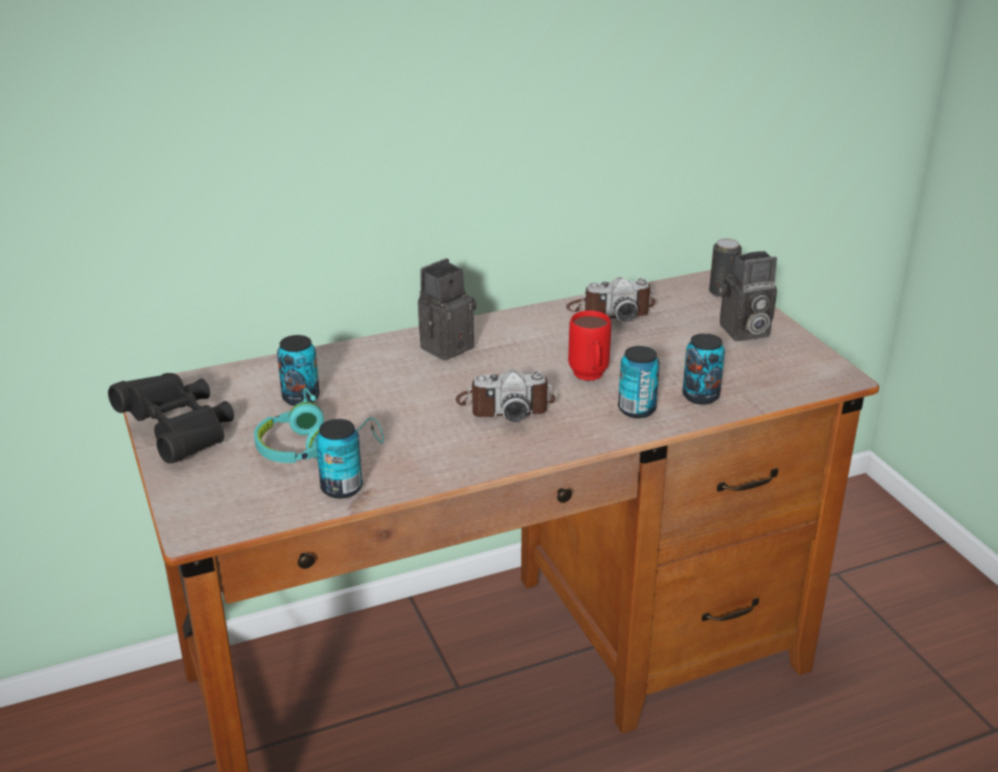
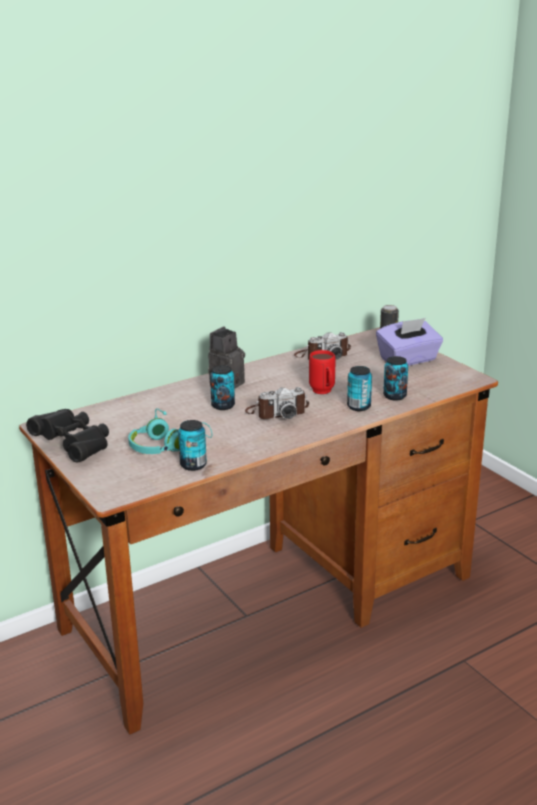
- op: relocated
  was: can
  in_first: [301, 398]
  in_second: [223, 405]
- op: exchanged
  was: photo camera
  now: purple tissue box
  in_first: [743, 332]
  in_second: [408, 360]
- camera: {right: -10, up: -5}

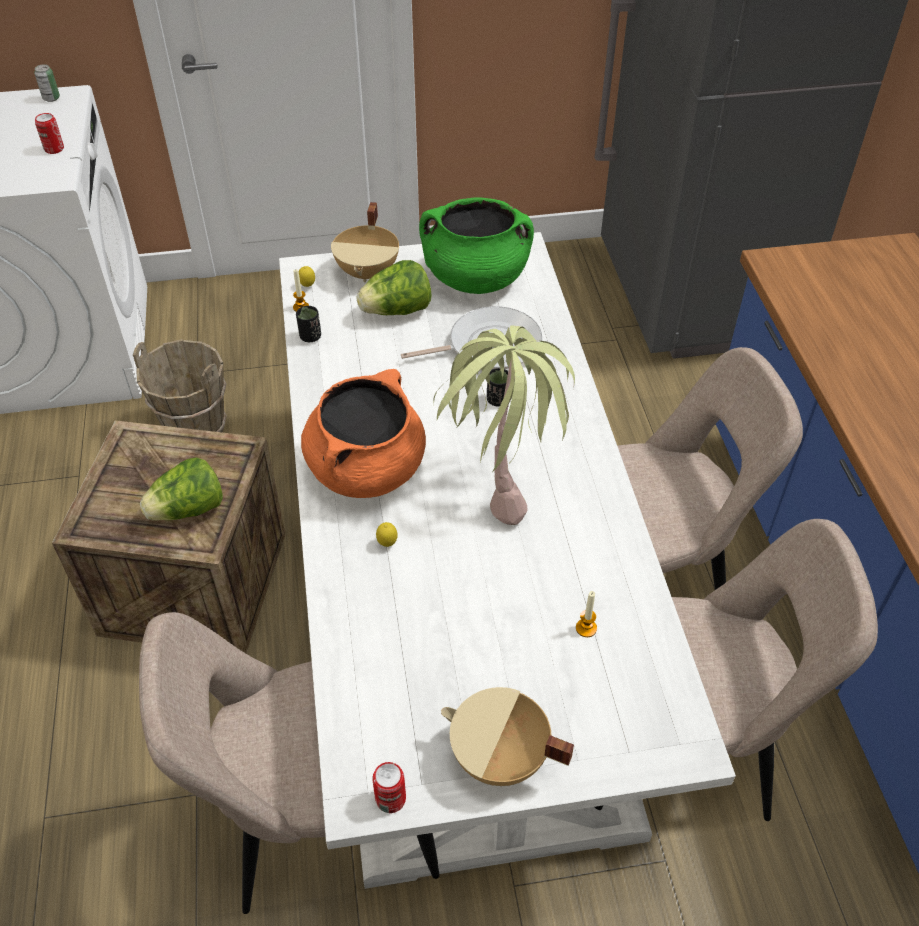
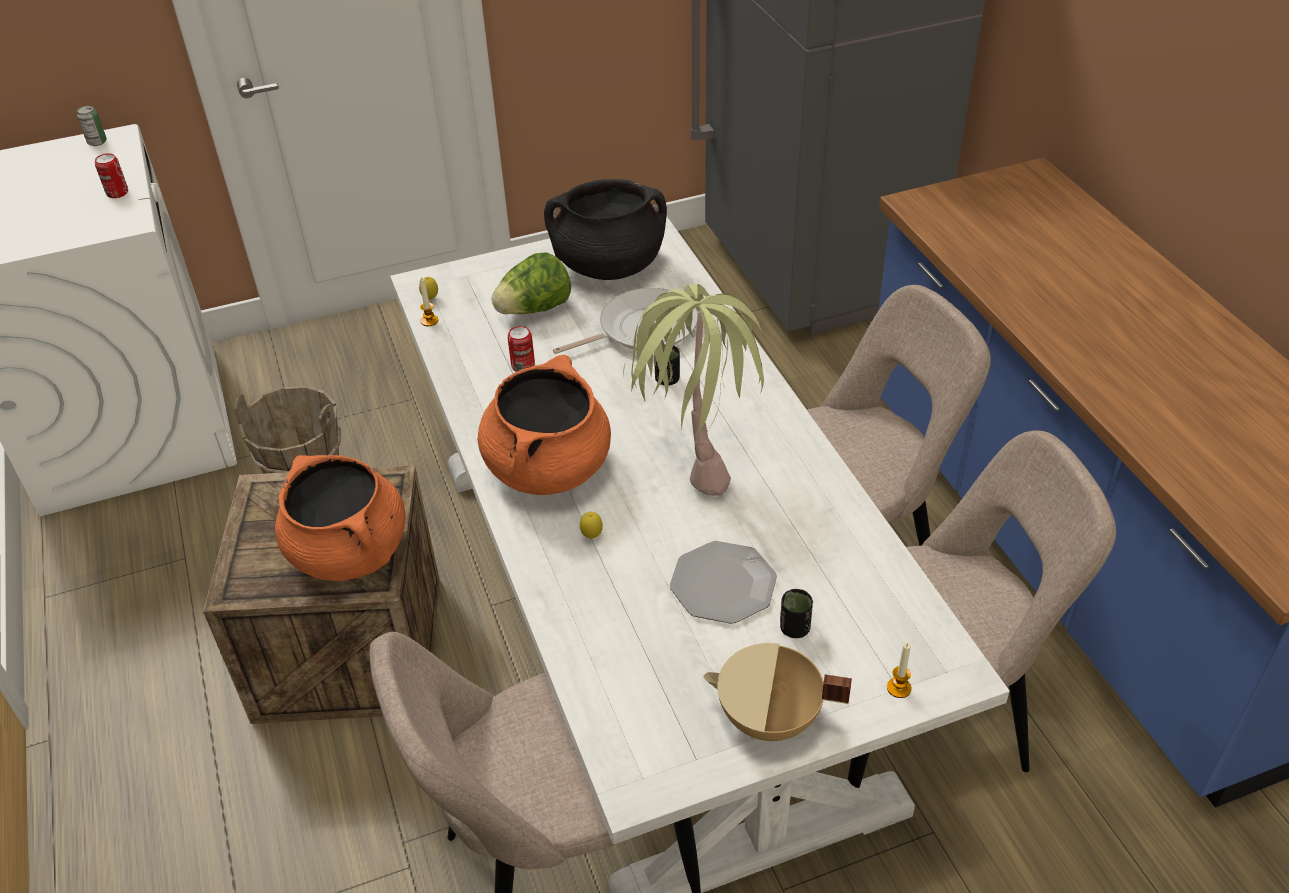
- op: exchanged
  was: lettuce
  now: orange cooking pot
  in_first: [188, 510]
  in_second: [350, 552]
- op: relocated
  was: can
  in_first: [390, 799]
  in_second: [523, 366]
- op: colour
  was: green-coloured cooking pot
  now: black-coloured cooking pot
  in_first: [475, 278]
  in_second: [609, 266]
- op: appeared
  now: flat dish
  in_second: [723, 584]
- op: relocated
  was: black-coloured small cup
  in_first: [310, 337]
  in_second: [794, 628]
- op: relocated
  was: candle
  in_first: [586, 628]
  in_second: [899, 688]
- op: missing
  was: sand-coloured cooking pot
  in_first: [368, 272]
- camera: {right: -10, up: -5}

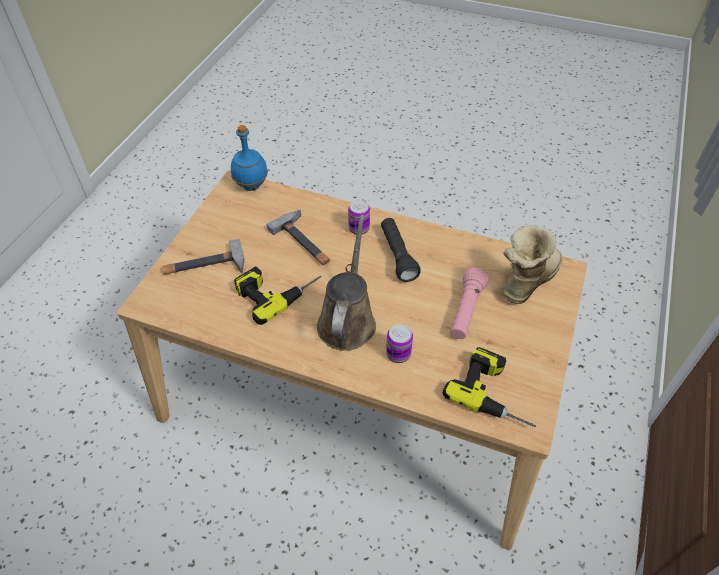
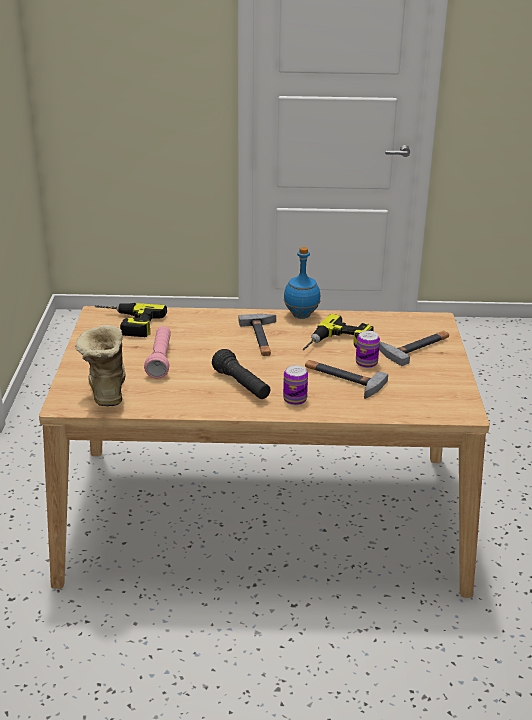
- op: spun
  was: tall boot
  in_first: [525, 280]
  in_second: [105, 390]
  clockwise: 150
- op: exchanged
  was: brown sprinkling can
  now: tool hammer
  in_first: [347, 320]
  in_second: [262, 338]
- op: relocated
  was: blue-coloured bottle
  in_first: [252, 185]
  in_second: [301, 316]
- op: relocated
  was: can
  in_first: [398, 354]
  in_second: [366, 363]
- camera: {right: 160, up: -20}

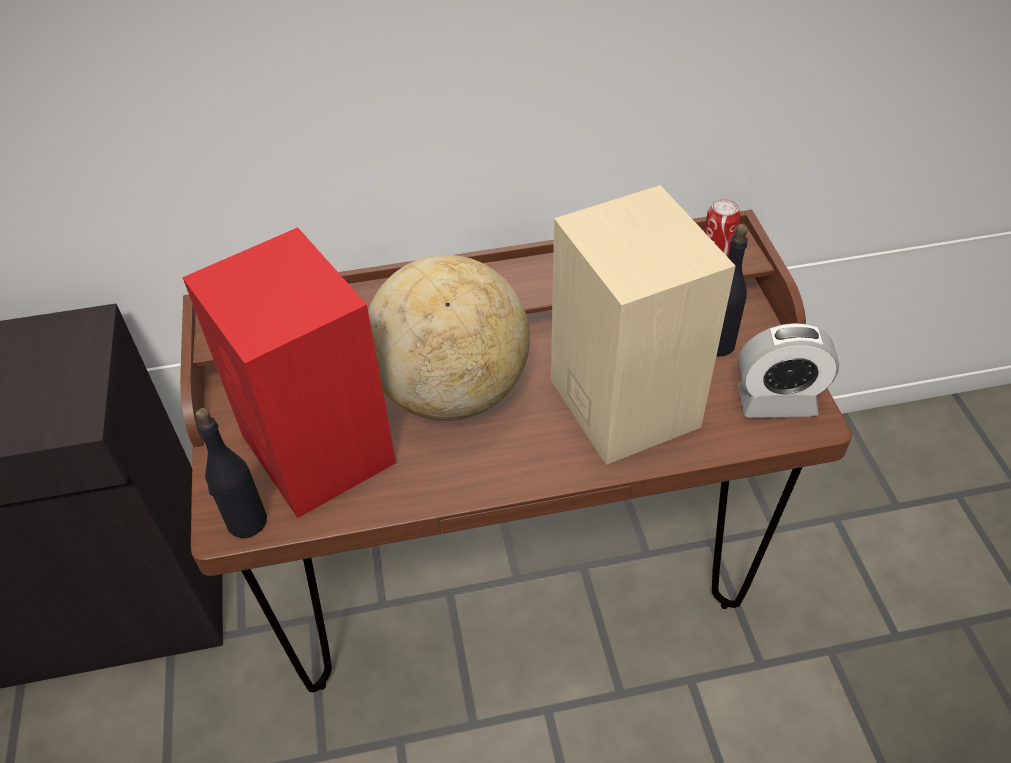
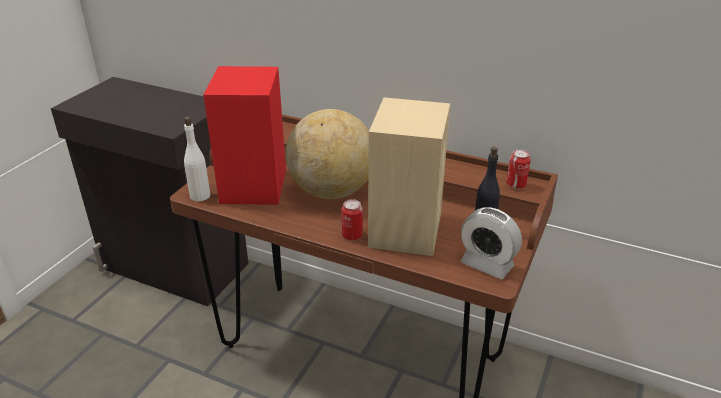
- op: colour
  was: black-coloured bottle
  now: whitish bottle
  in_first: [246, 521]
  in_second: [200, 196]
- op: appeared
  now: can
  in_second: [352, 235]
- camera: {right: 35, up: -15}

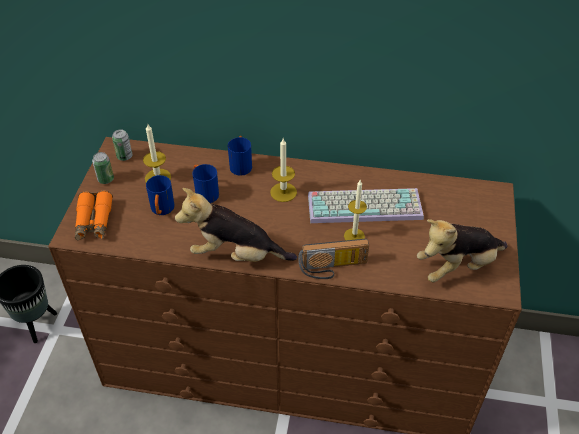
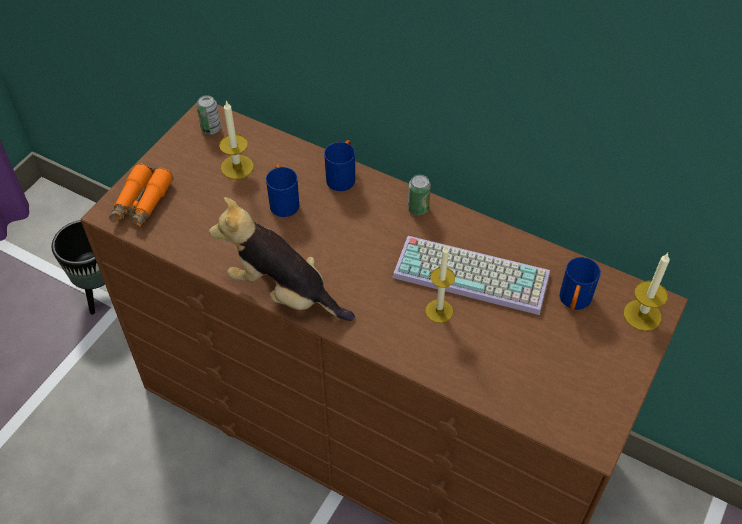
- op: relocated
  was: can
  in_first: [106, 179]
  in_second: [418, 208]
- op: relocated
  was: blue-coloured coffee mug
  in_first: [162, 211]
  in_second: [573, 302]
- op: relocated
  was: candle
  in_first: [283, 192]
  in_second: [642, 315]
- op: missing
  was: radio receiver
  in_first: [333, 268]
- op: missing
  was: soft toy
  in_first: [457, 266]
- camera: {right: 20, up: 5}

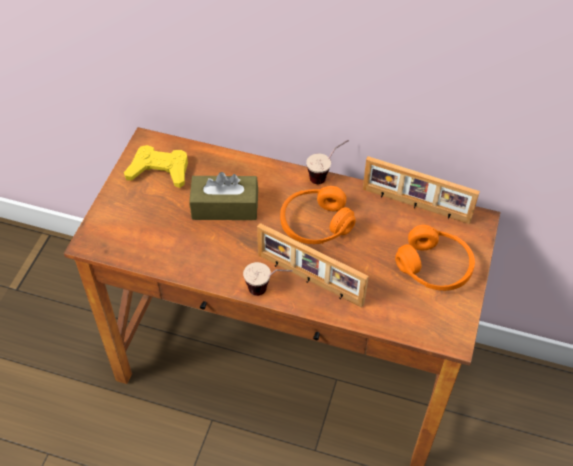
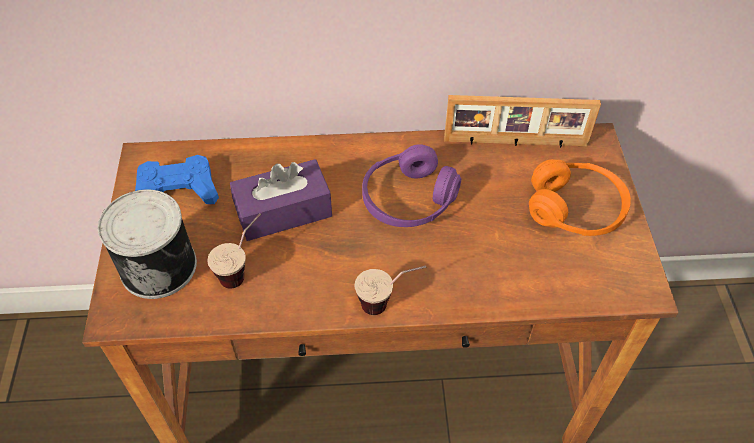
- op: appeared
  now: can
  in_second: [159, 265]
- op: colour
  was: yellowish joypad
  now: blue-coloured joypad
  in_first: [159, 171]
  in_second: [176, 190]
- op: relocated
  was: small cup
  in_first: [326, 175]
  in_second: [243, 269]
- op: colour
  was: brown tissue box
  now: purple tissue box
  in_first: [225, 207]
  in_second: [283, 211]
- op: colour
  was: orange headset
  now: purple headset
  in_first: [315, 224]
  in_second: [408, 199]
- op: missing
  was: standing frame
  in_first: [309, 280]
- camera: {right: -20, up: 0}

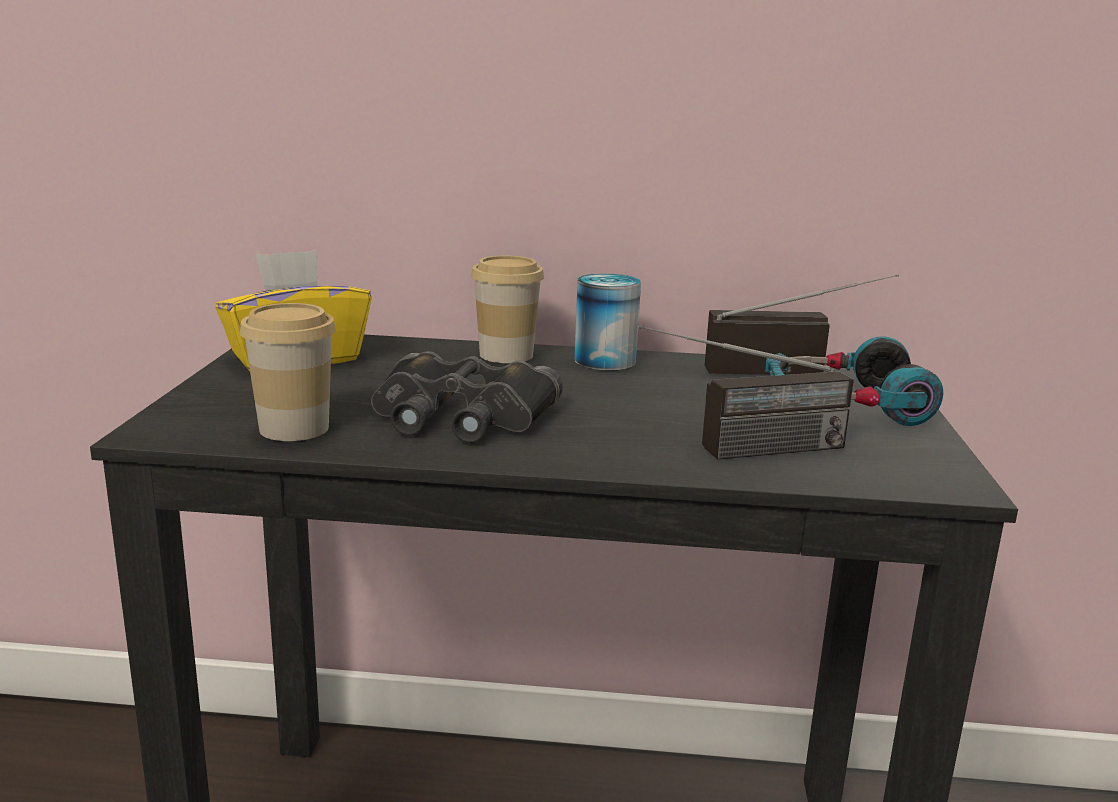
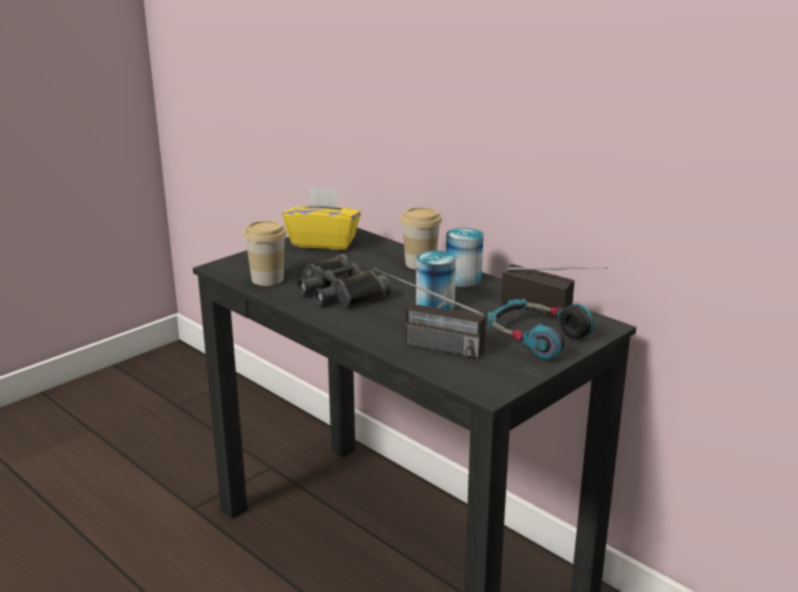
- op: appeared
  now: can
  in_second: [435, 305]
- camera: {right: 40, up: 5}

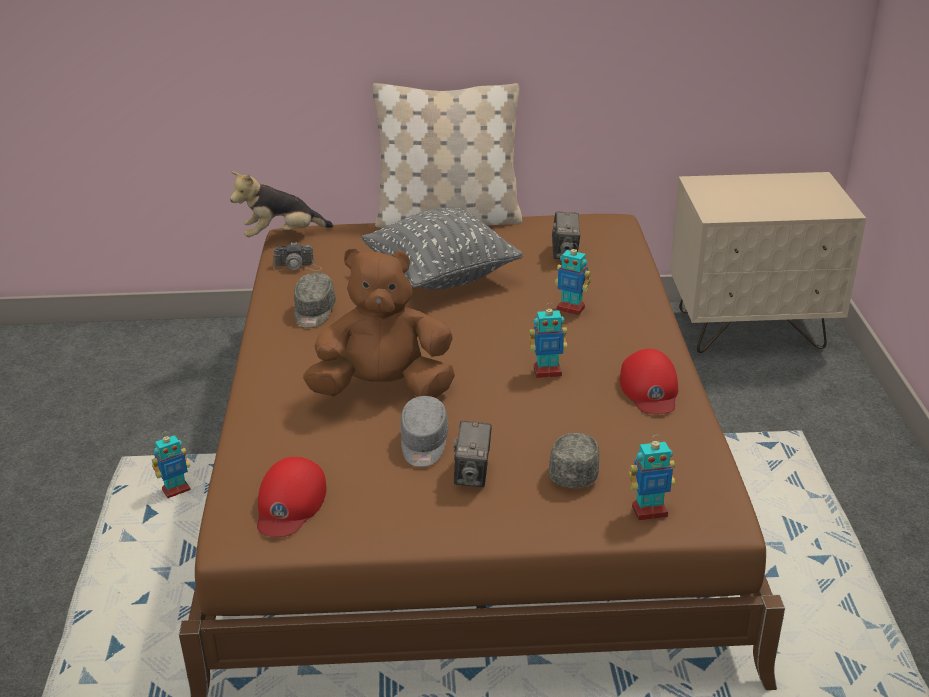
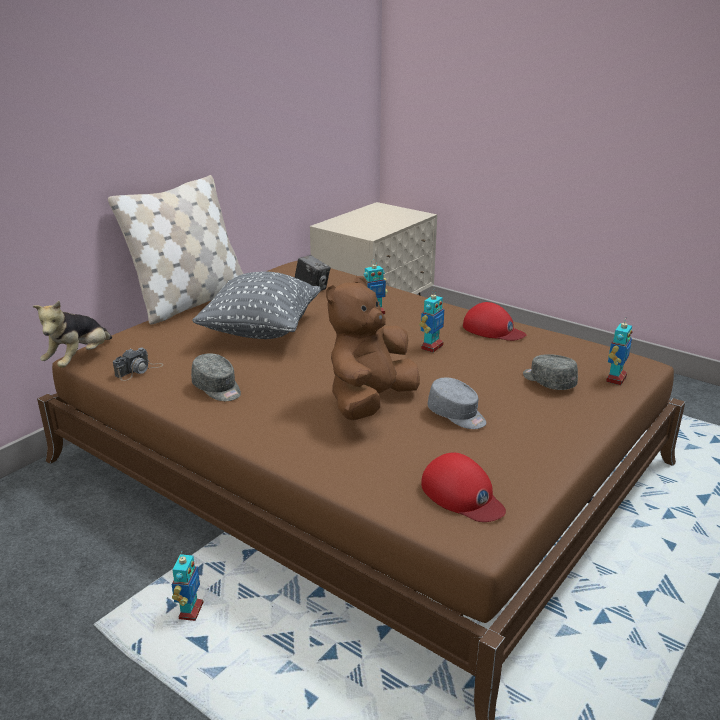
- op: missing
  was: photo camera
  in_first: [472, 474]
- camera: {right: -50, up: -5}

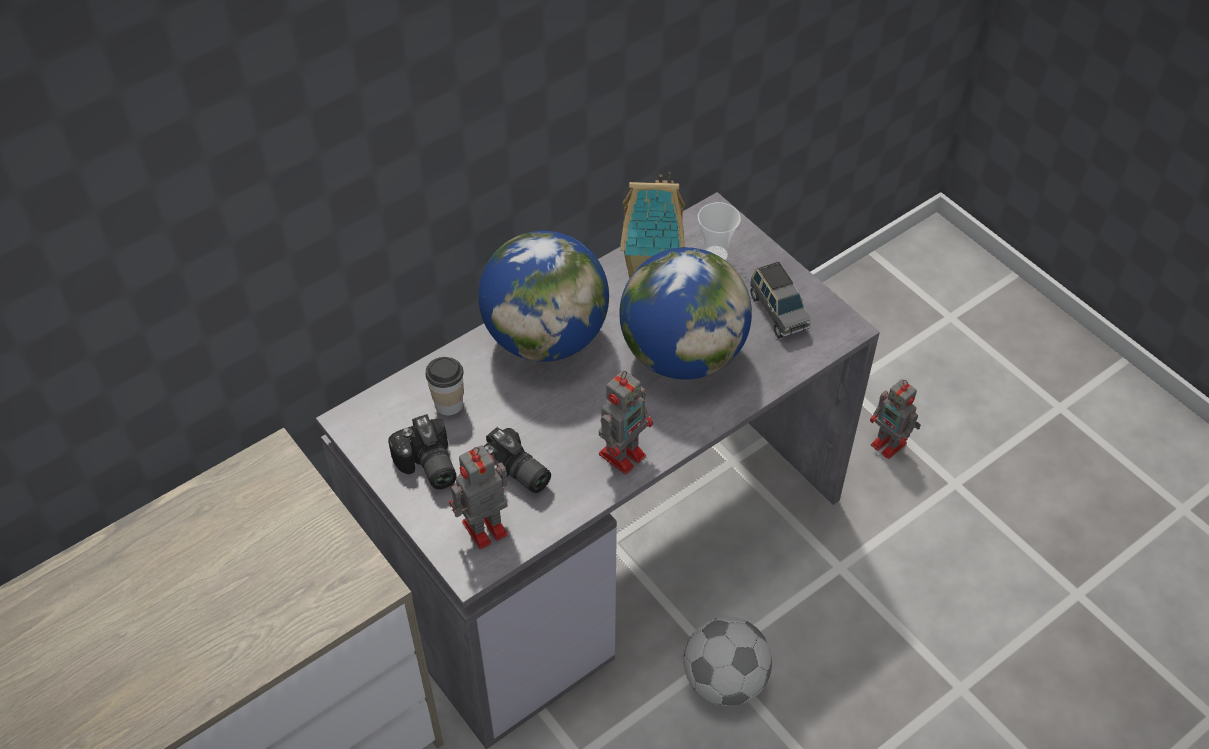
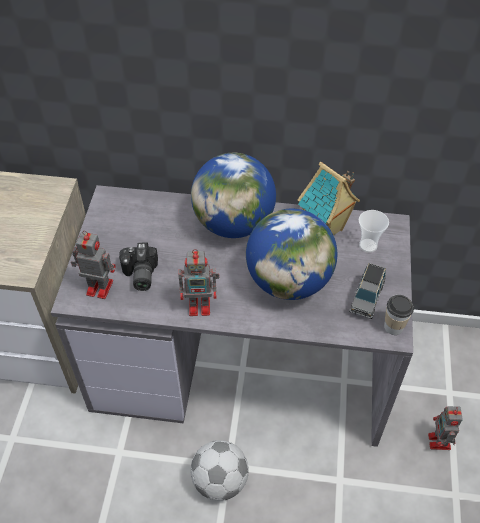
- op: relocated
  was: small cup
  in_first: [449, 404]
  in_second: [393, 326]
- op: missing
  was: photo camera
  in_first: [427, 467]
- camera: {right: 45, up: 0}

